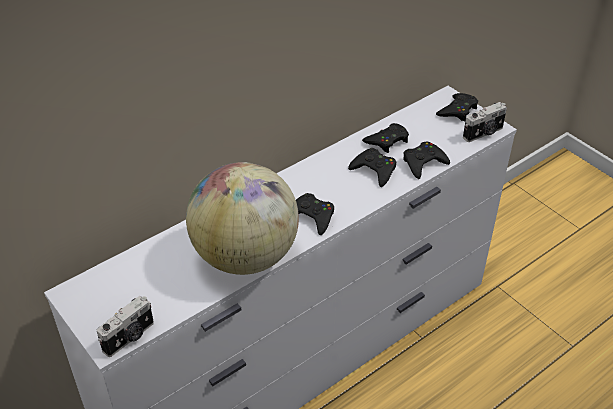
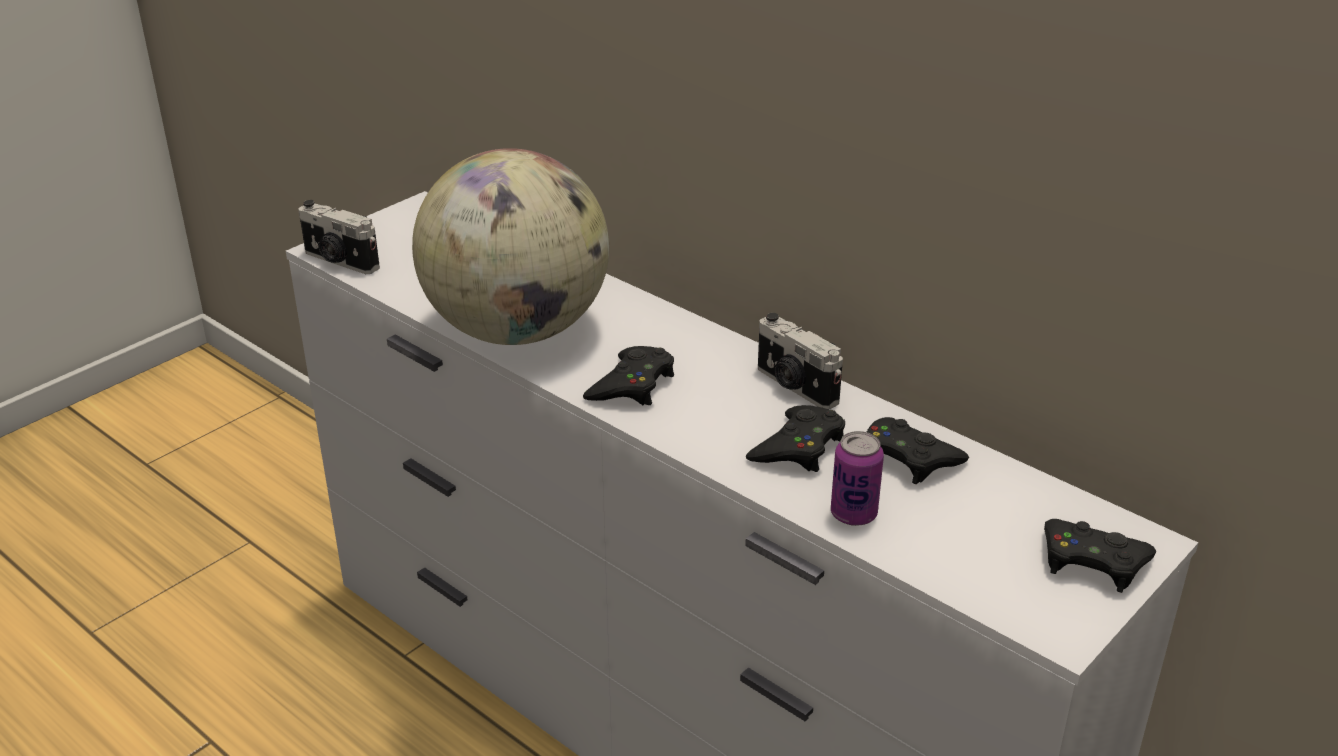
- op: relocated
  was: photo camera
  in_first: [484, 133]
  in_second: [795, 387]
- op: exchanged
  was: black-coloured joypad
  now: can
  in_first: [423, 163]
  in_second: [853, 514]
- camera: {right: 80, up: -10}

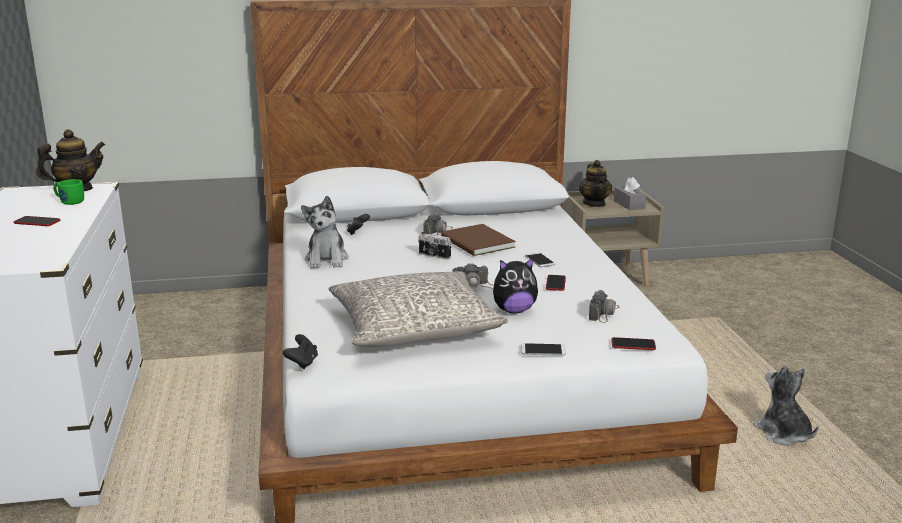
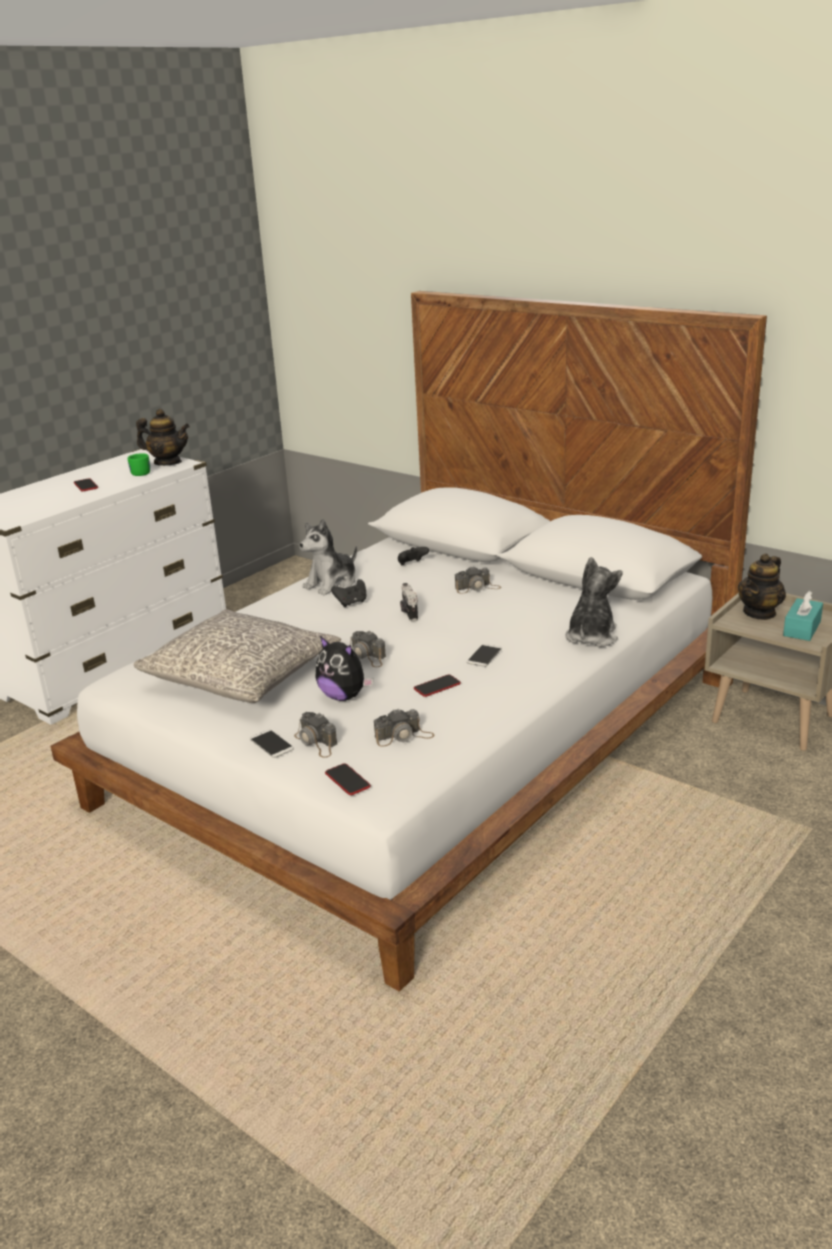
- op: appeared
  now: photo camera
  in_second: [316, 742]
- op: relocated
  was: black-coloured joypad
  in_first: [302, 363]
  in_second: [351, 603]
- op: relocated
  was: soft toy
  in_first: [783, 434]
  in_second: [591, 636]
- op: colour
  was: grey tissue box
  now: turquoise tissue box
  in_first: [629, 204]
  in_second: [802, 628]
- op: missing
  was: brown book
  in_first: [477, 243]
- camera: {right: 50, up: 5}

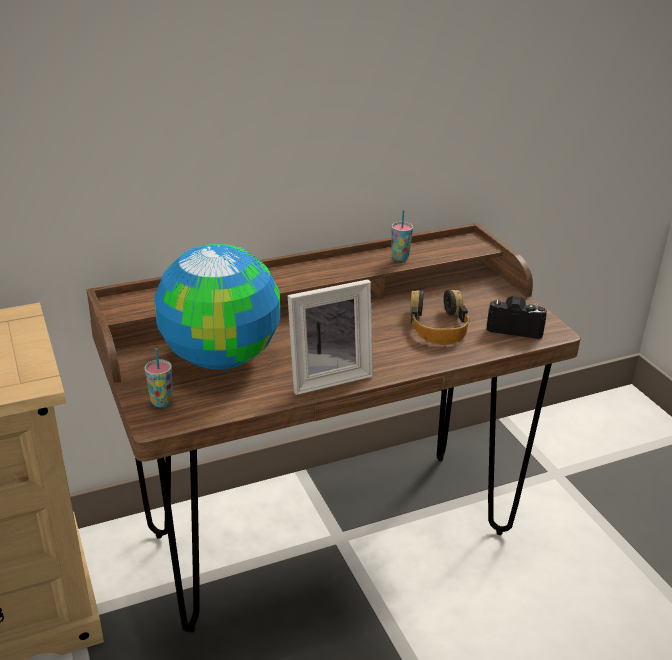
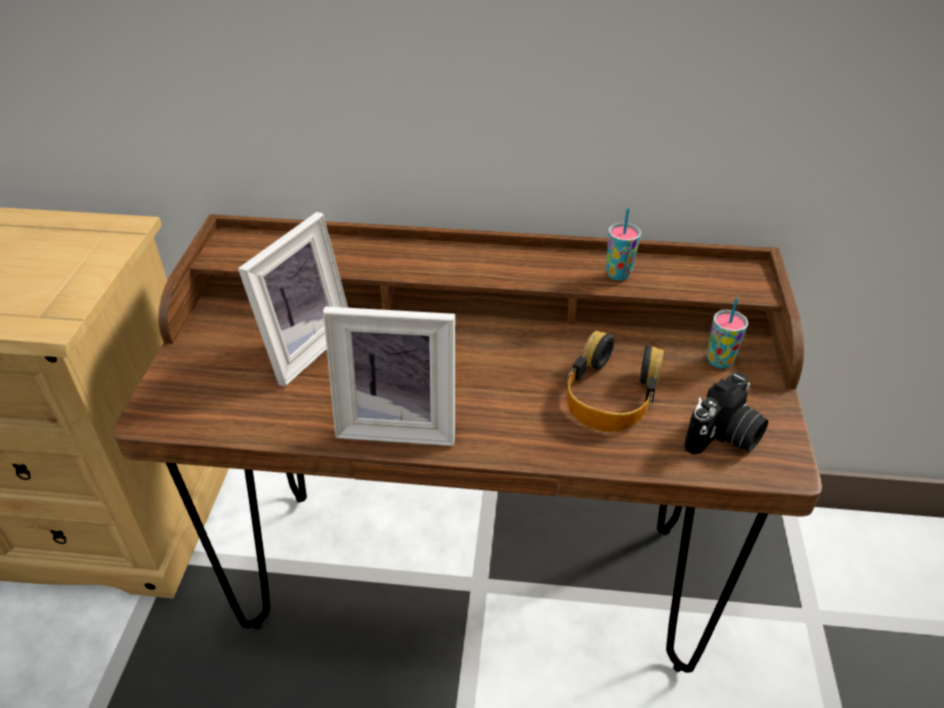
- op: exchanged
  was: globe
  now: standing frame
  in_first: [220, 357]
  in_second: [301, 347]
- op: spun
  was: photo camera
  in_first: [515, 328]
  in_second: [724, 437]
  clockwise: 90
- op: relocated
  was: small cup
  in_first: [161, 402]
  in_second: [719, 361]
- camera: {right: 30, up: 10}

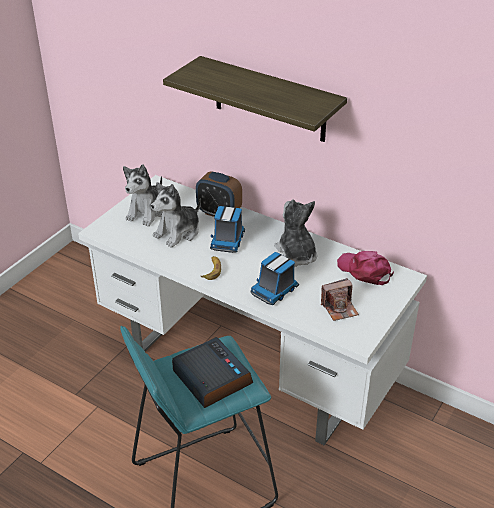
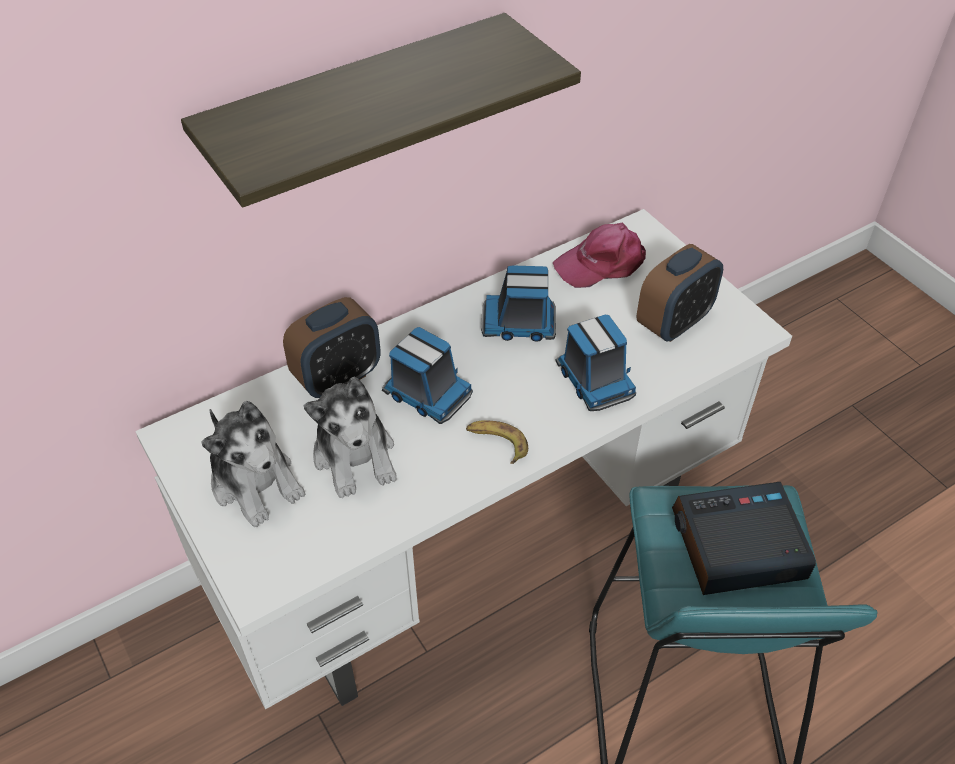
- op: exchanged
  was: soft toy
  now: model truck
  in_first: [296, 255]
  in_second: [520, 323]
- op: exchanged
  was: photo camera
  now: bedside clock
  in_first: [339, 308]
  in_second: [673, 323]
- camera: {right: -65, up: 10}

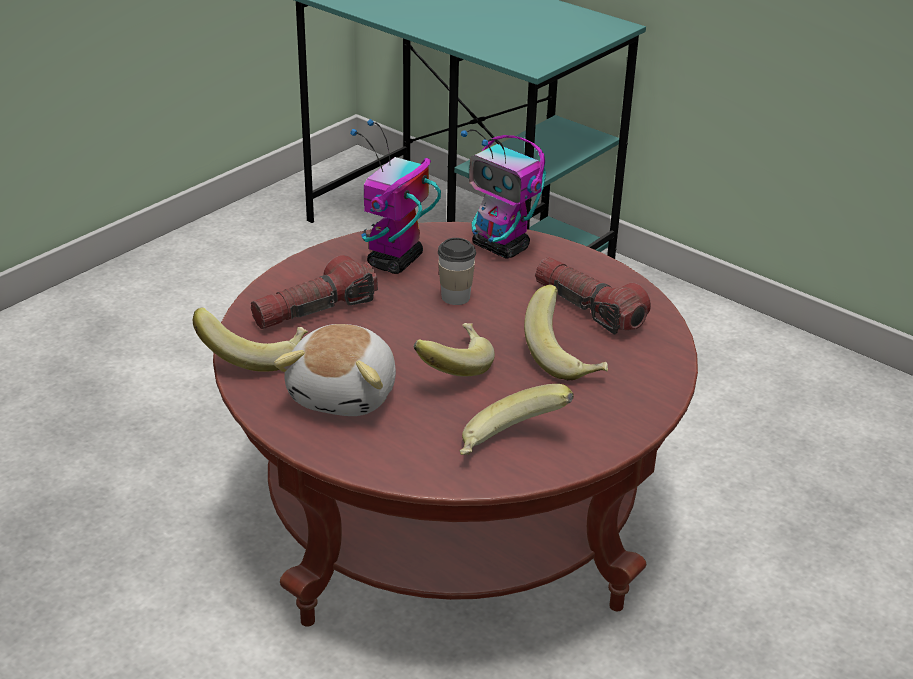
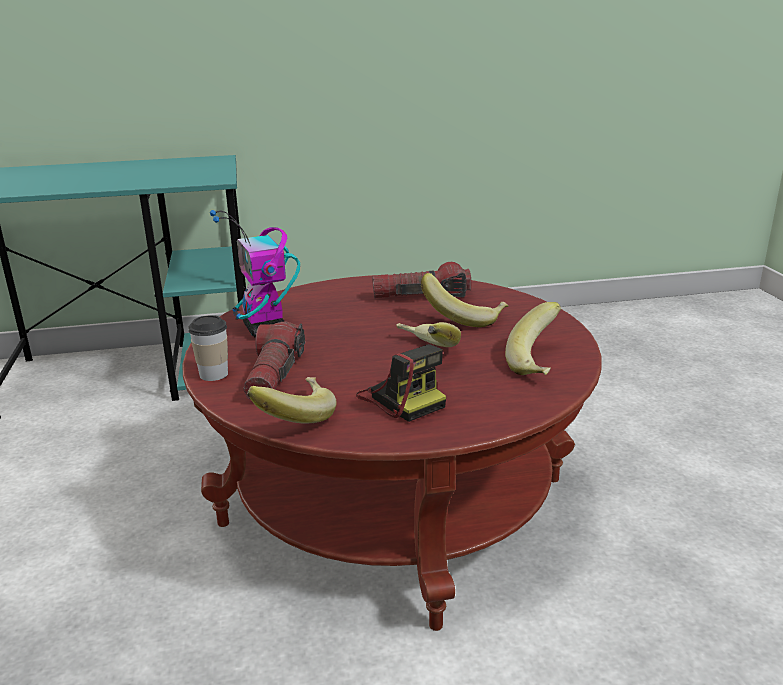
- op: relocated
  was: small cup
  in_first: [455, 297]
  in_second: [214, 374]
- op: exchanged
  was: soft toy
  now: photo camera
  in_first: [345, 394]
  in_second: [401, 398]
- op: missing
  was: robot figure
  in_first: [501, 247]
- camera: {right: -50, up: -10}

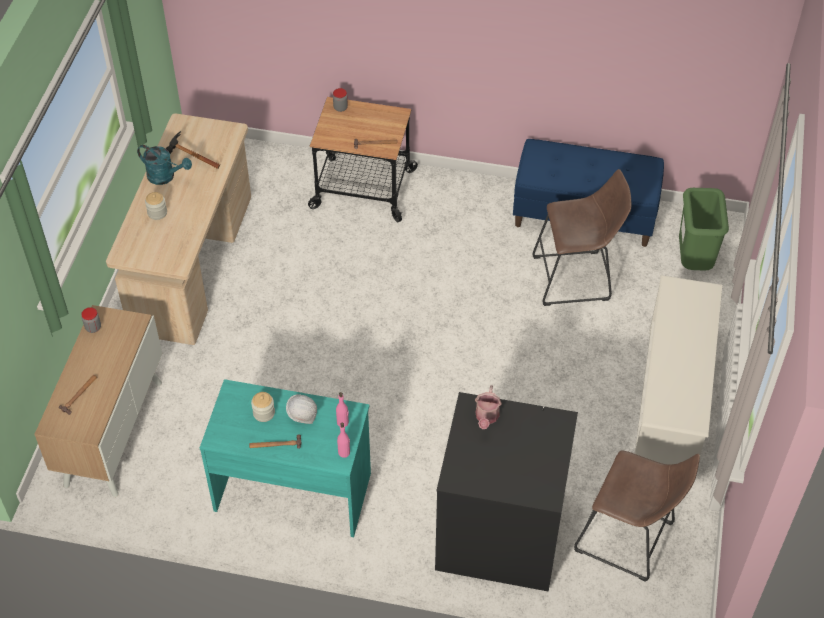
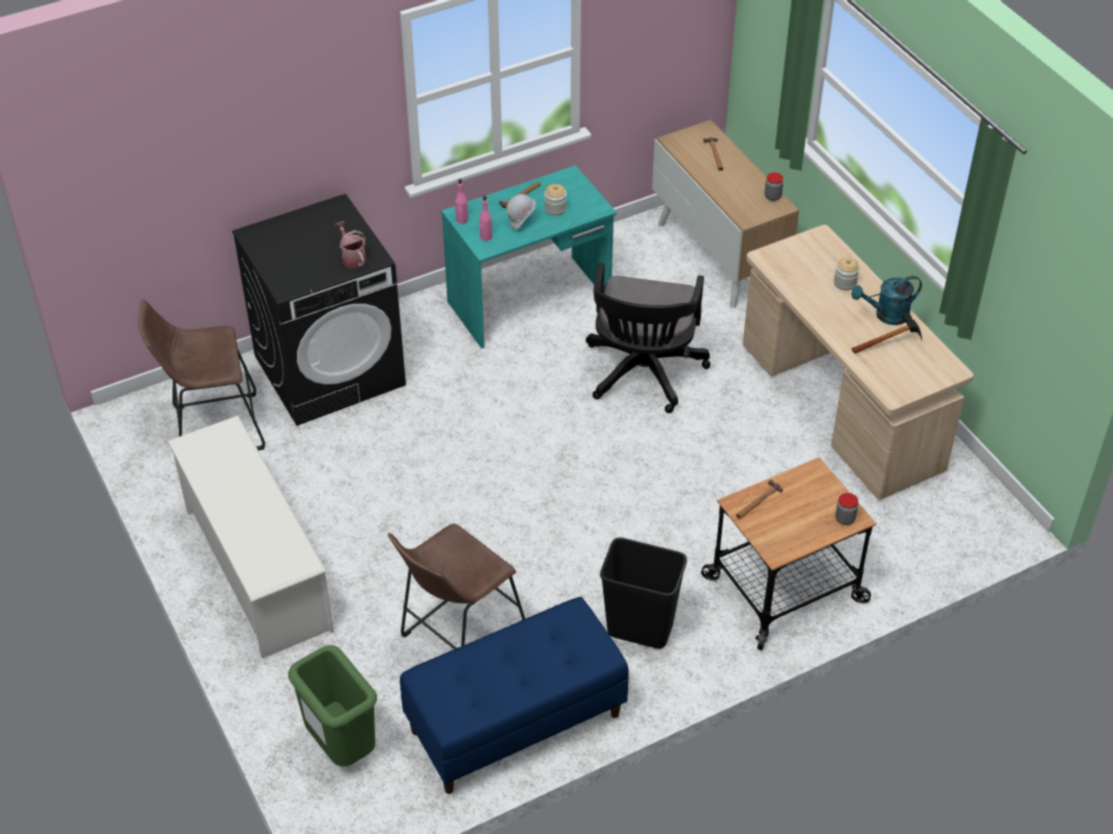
- op: appeared
  now: black-coloured desk chair
  in_second: [643, 375]
- op: appeared
  now: black-coloured rubbish bin
  in_second: [639, 629]
- camera: {right: 140, up: -5}

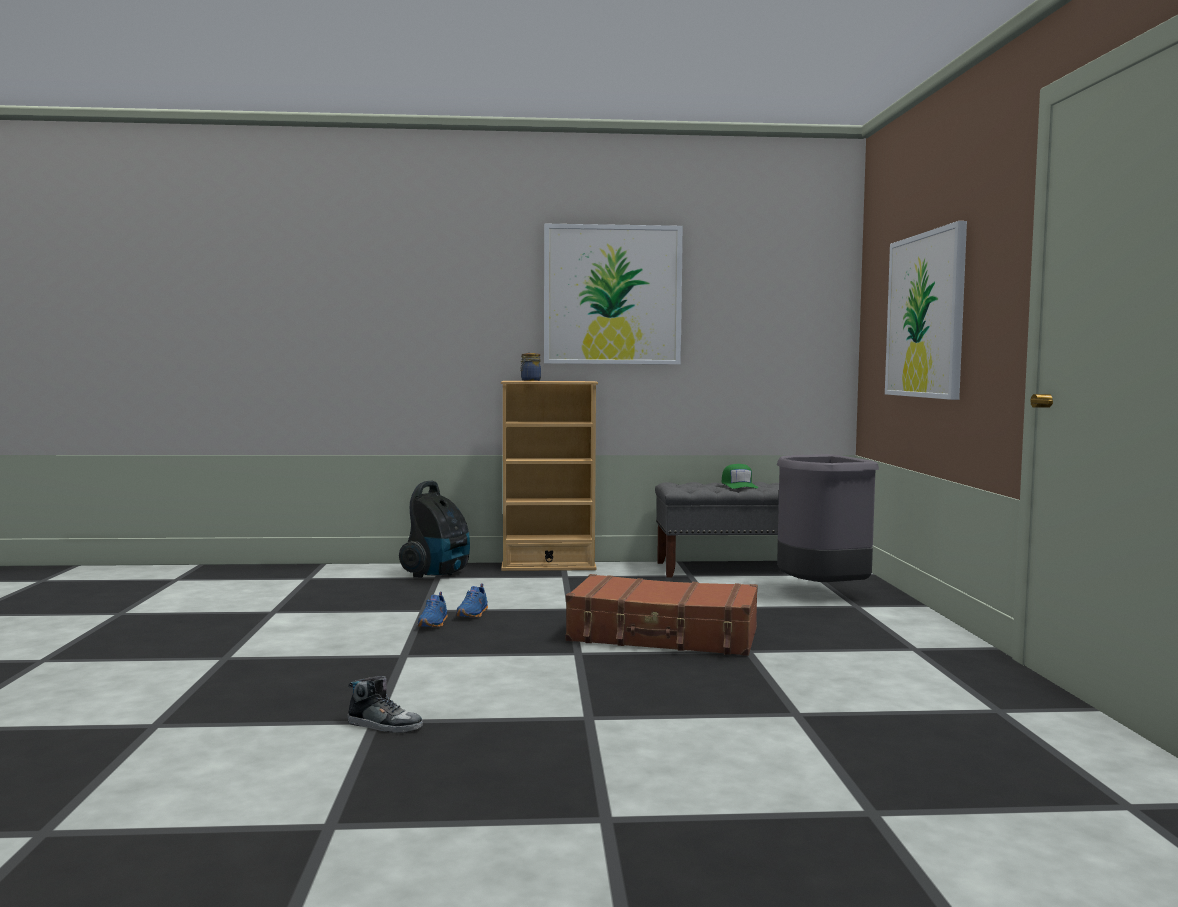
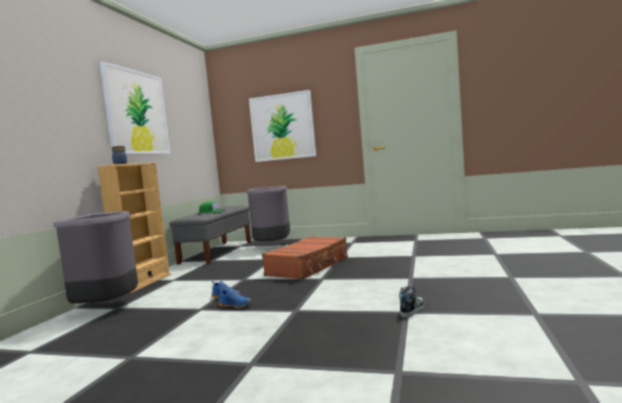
- op: exchanged
  was: vacuum cleaner
  now: grey rubbish bin
  in_first: [438, 574]
  in_second: [108, 308]
- camera: {right: -70, up: 0}

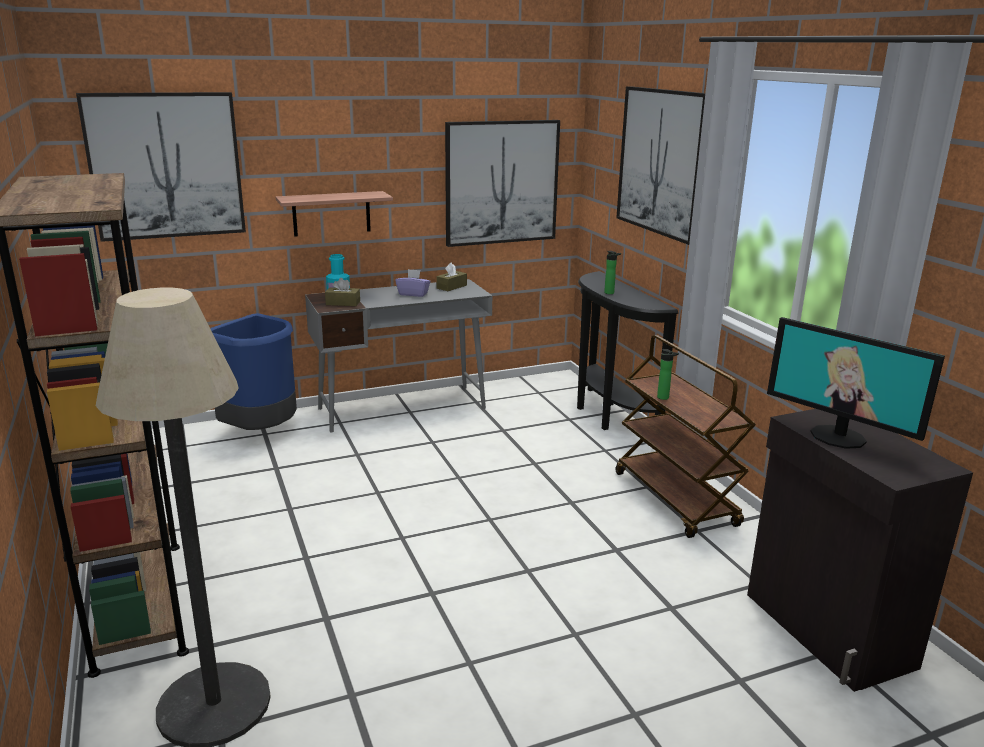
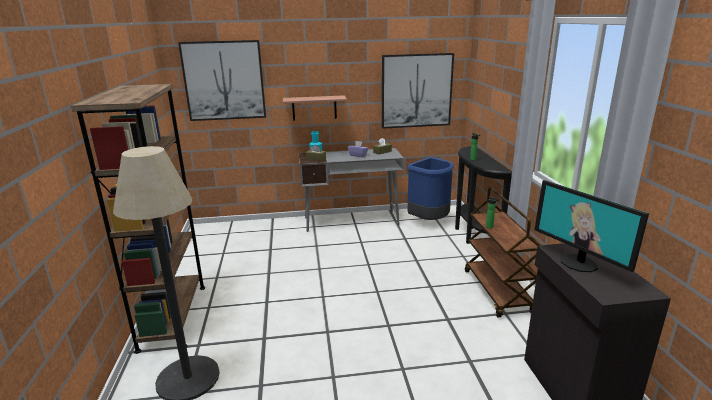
- op: relocated
  was: blue-coloured rubbish bin
  in_first: [261, 432]
  in_second: [429, 221]
- op: missing
  was: picture
  in_first: [662, 162]
- camera: {right: 15, up: 0}

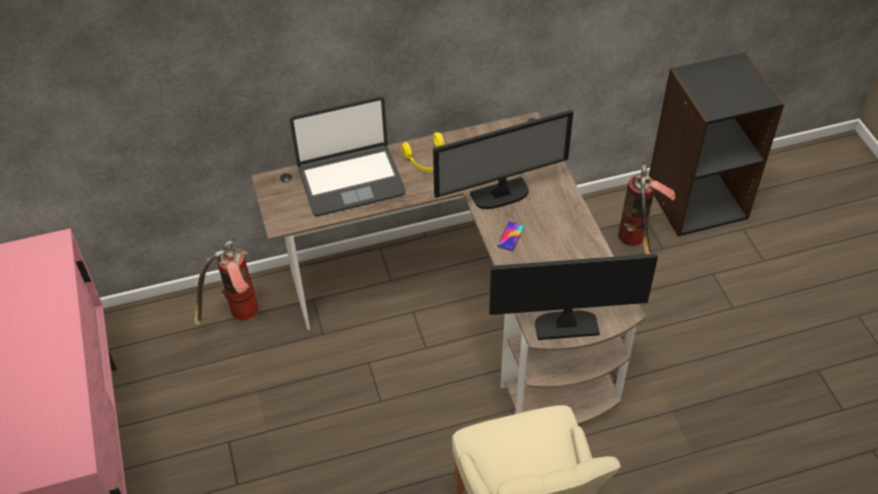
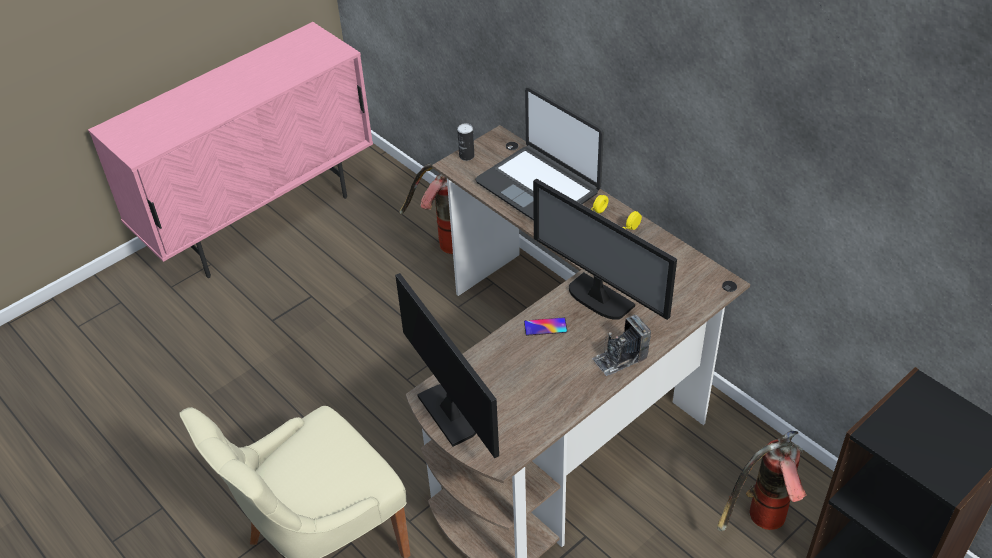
- op: appeared
  now: can
  in_second: [466, 156]
- op: appeared
  now: photo camera
  in_second: [620, 358]
- camera: {right: 65, up: -5}

